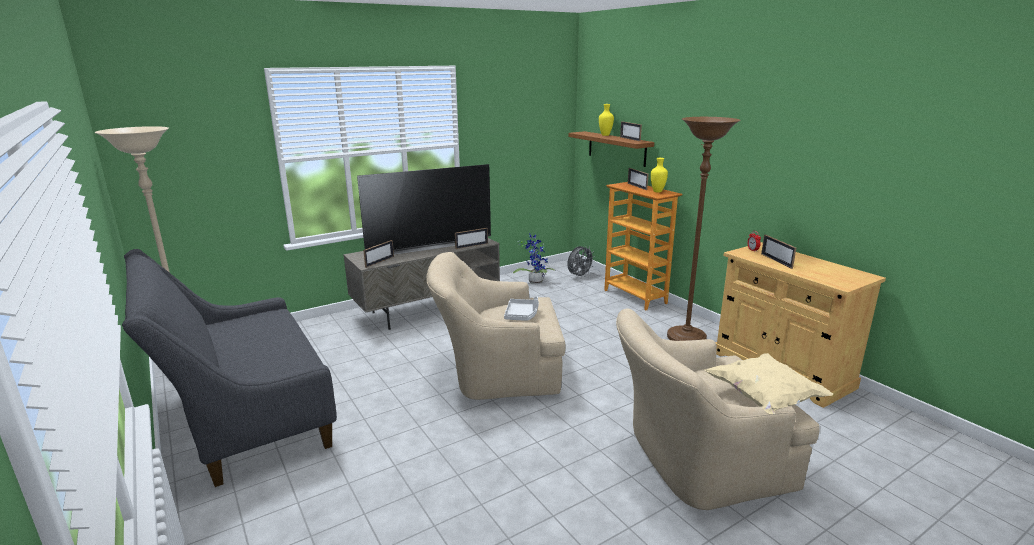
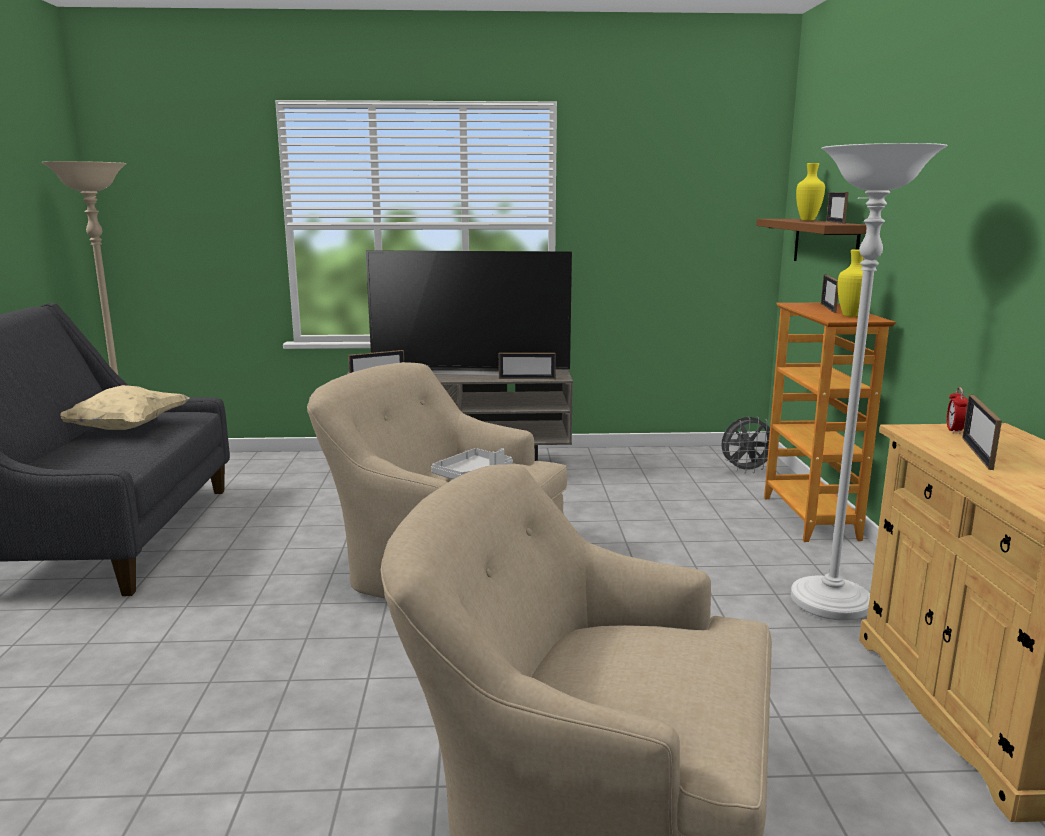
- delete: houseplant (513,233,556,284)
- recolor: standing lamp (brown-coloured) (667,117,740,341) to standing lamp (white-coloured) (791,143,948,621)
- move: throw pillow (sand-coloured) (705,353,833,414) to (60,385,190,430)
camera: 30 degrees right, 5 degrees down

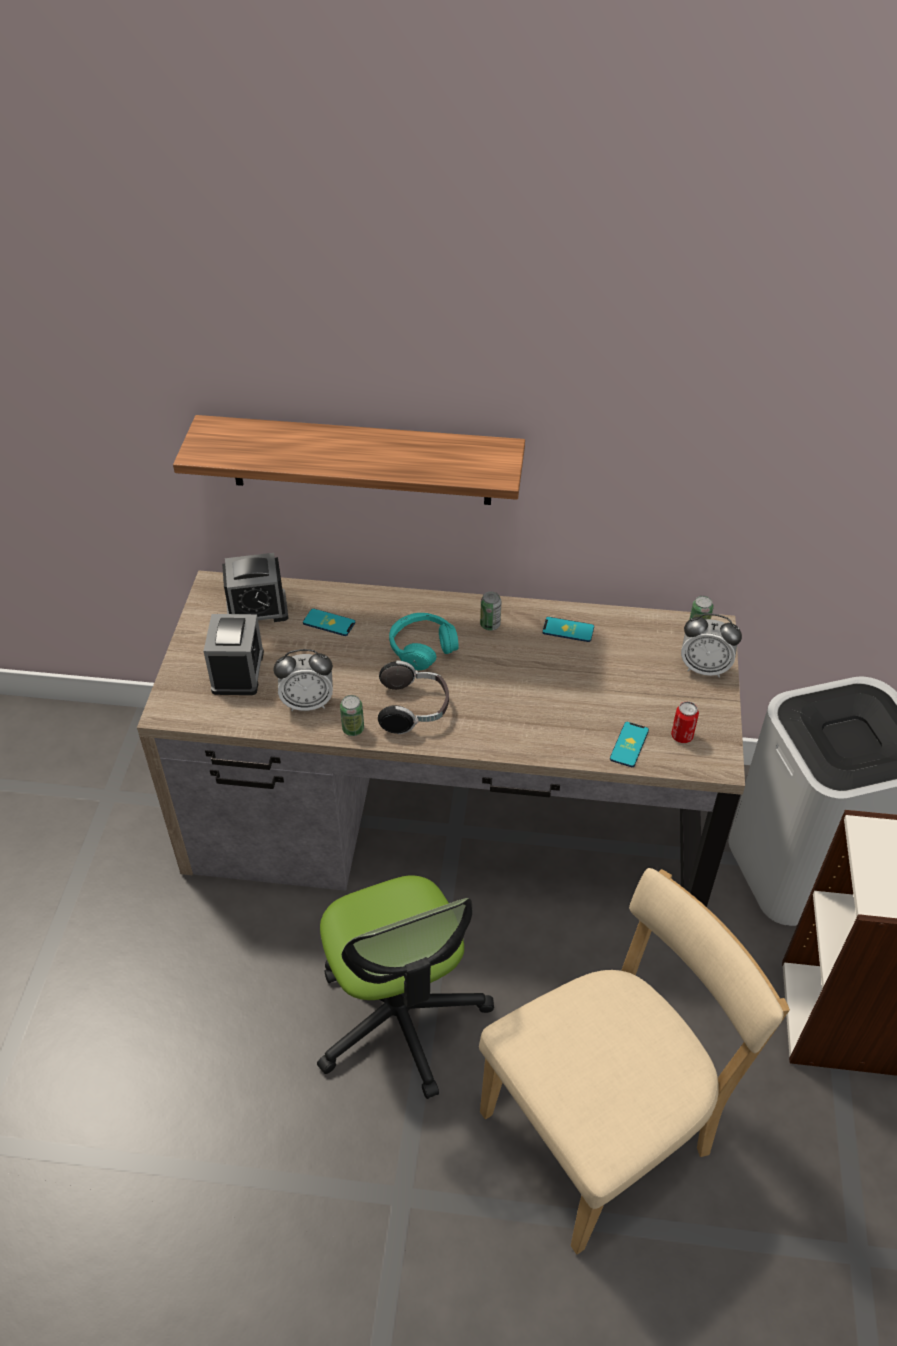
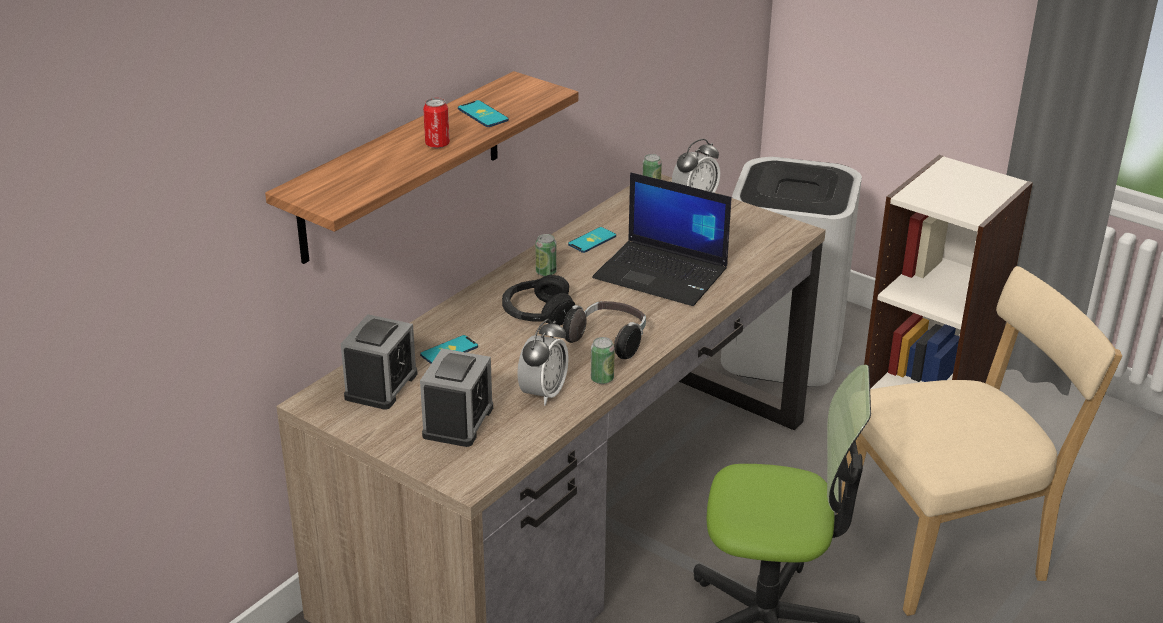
- rotate: alarm clock (204,614,264,695) = (420,349,493,447) 75 degrees clockwise
- recolor: headphones (turquoise-coloured) (389,613,459,670) to headphones (black-coloured) (502,275,575,326)
- rotate: upright chair (sand-coloured) (479,868,790,1254) = (837,266,1122,616) 75 degrees clockwise
- move: handset (610,722,649,767) to (458,100,509,127)
- move: sealed can (671,701,699,743) to (423,98,450,148)
- insert: portable computer (592,172,731,306)
camera: 60 degrees left, 15 degrees down

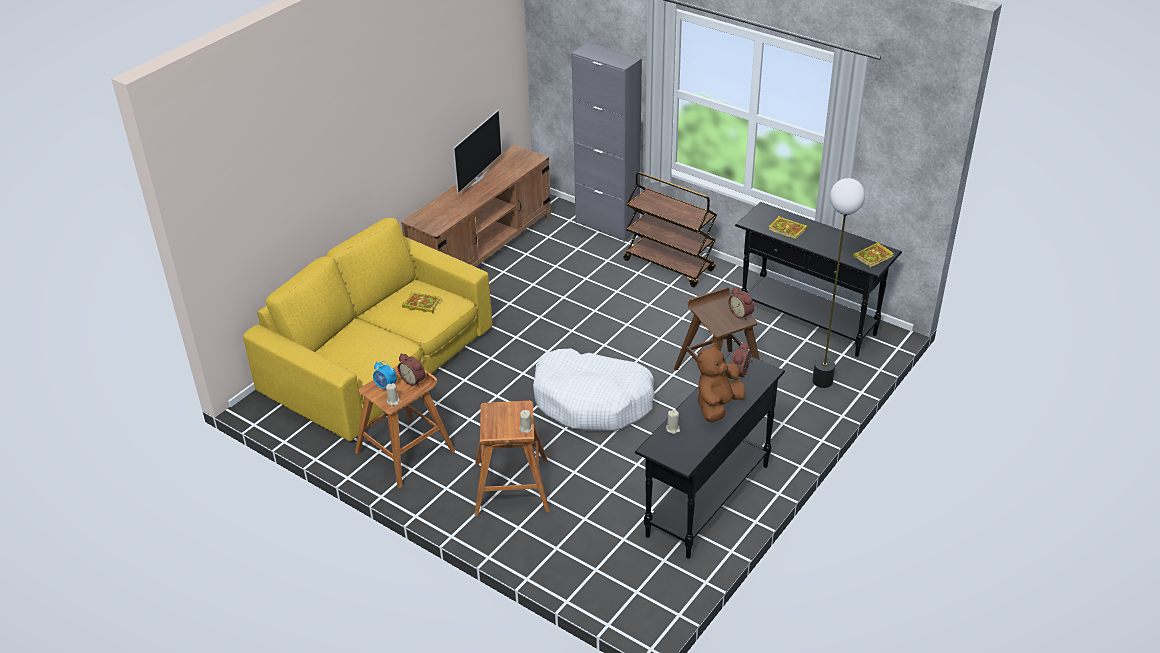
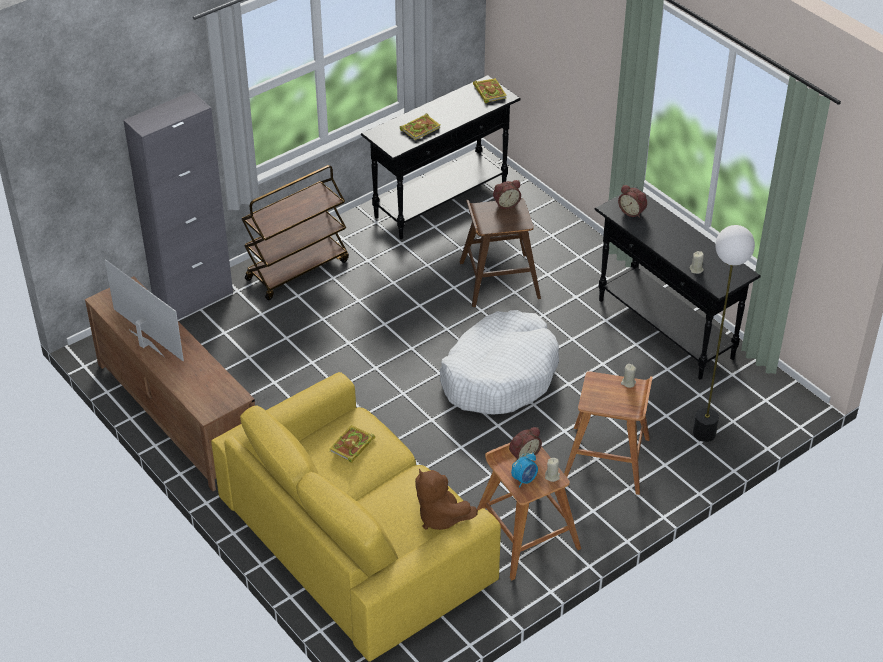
- move: plush toy (brown-coloured) (697,342,745,422) to (415,469,478,530)
- move: standing lamp (812,178,865,388) to (693,225,755,442)
camera: 75 degrees left, 5 degrees up

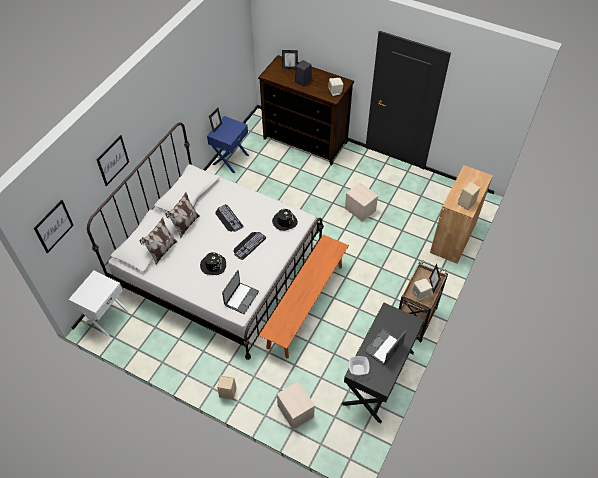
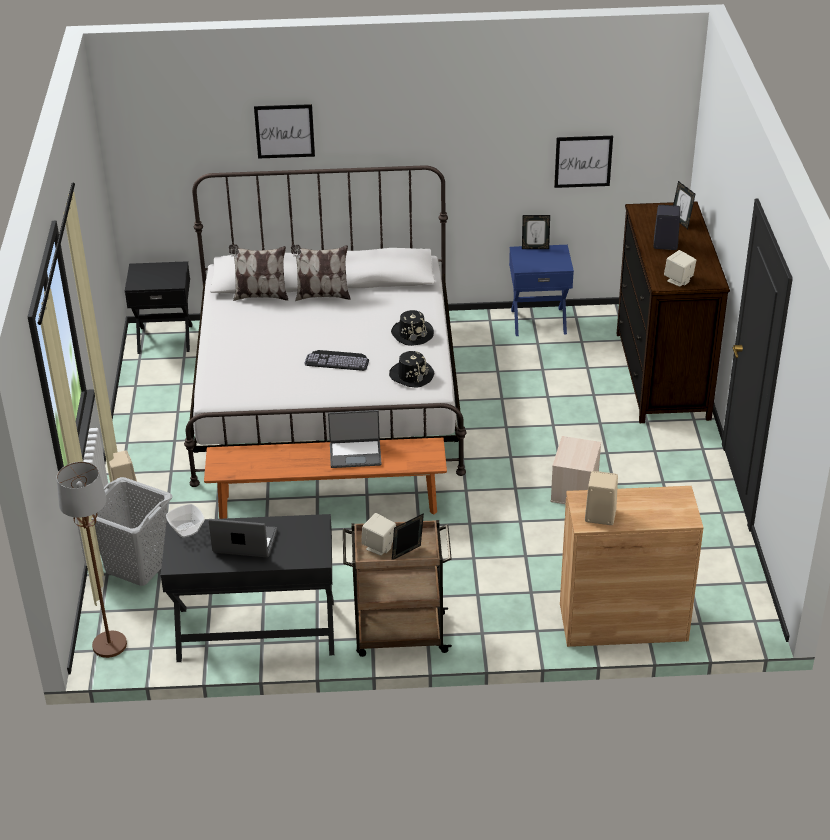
- move: picture (34,200,74,253) to (554,136,613,188)
- recolor: bedside table (white-coloured) (69,271,129,337) to bedside table (black-coloured) (125,261,192,354)
- move: wearable hat (black-coloured) (200,252,226,275) to (391,310,434,346)
- delete: keyboard (216,204,244,232)
- move: portable computer (222,270,259,314) to (328,410,382,468)
- replace: storage container (sand-coloured) (277,381,315,430) to washing basket (gray) (91,477,173,586)
- insert: standing lamp (brown-coloured) (57,462,127,658)
camera: 60 degrees right, 15 degrees down

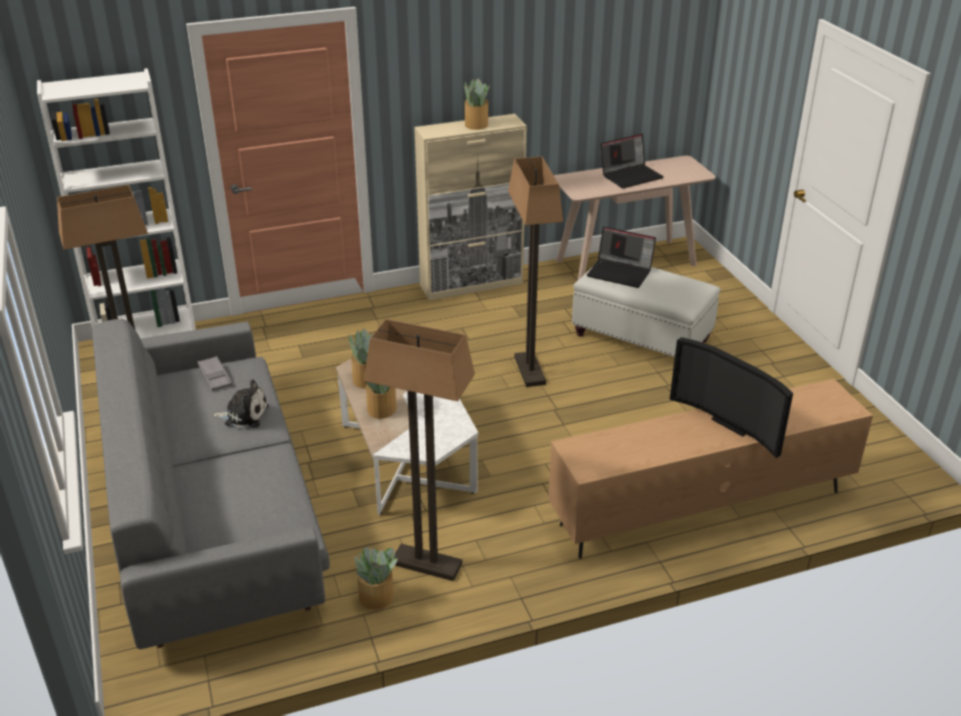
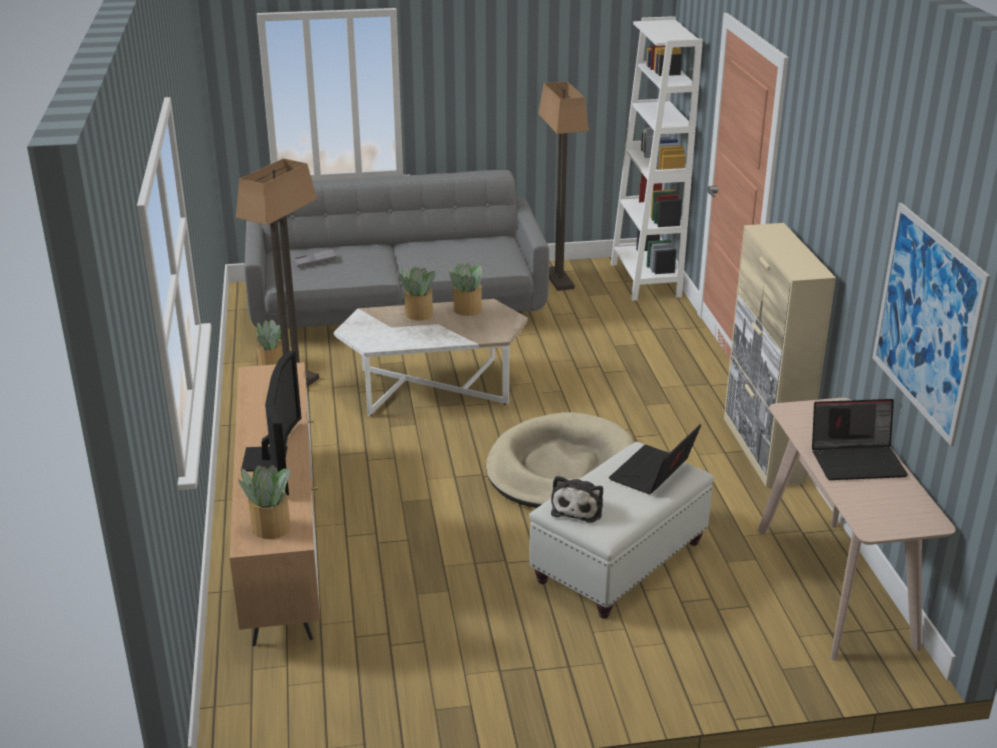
- move: carrying tray (gray) (198,356,232,391) to (294,249,337,267)
- move: plush toy (213,379,269,429) to (551,476,603,523)
- move: houseplant (464,79,490,130) to (239,465,291,539)
- replace: standing lamp (508,156,563,387) to dog bed (sand-coloured) (486,412,634,508)
- rotate: portable computer (601,134,664,188) = (812,399,908,480) 75 degrees counterclockwise
- rotate: TV (670,337,793,458) = (241,351,301,495) 120 degrees clockwise
- insert: picture (872,203,990,446)
camera: 100 degrees right, 5 degrees down

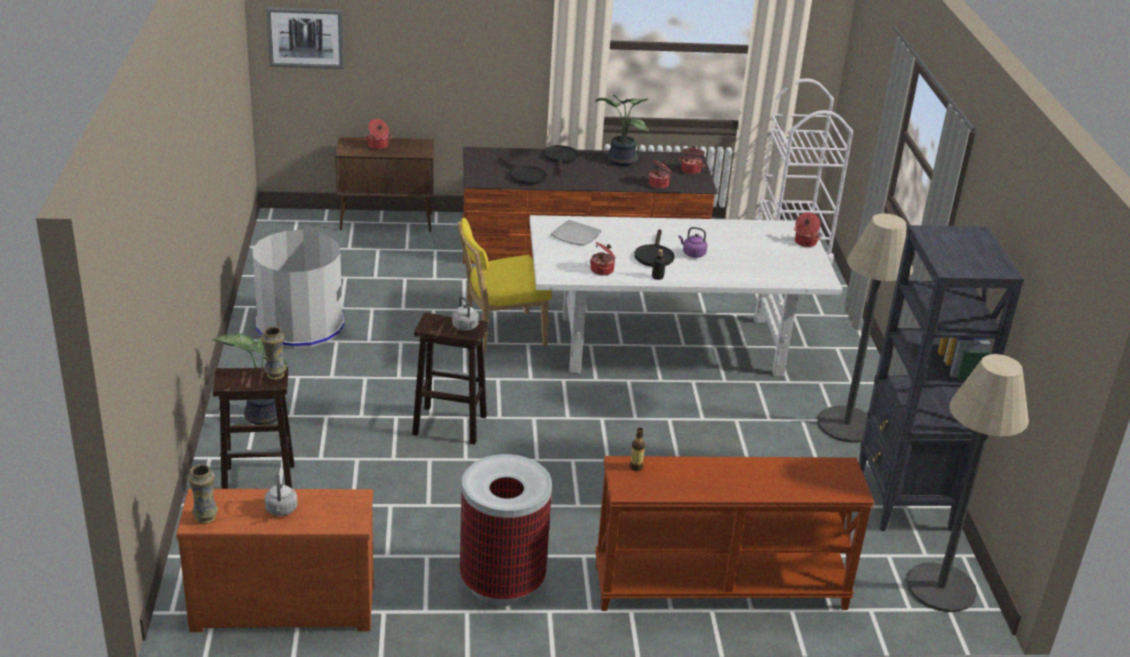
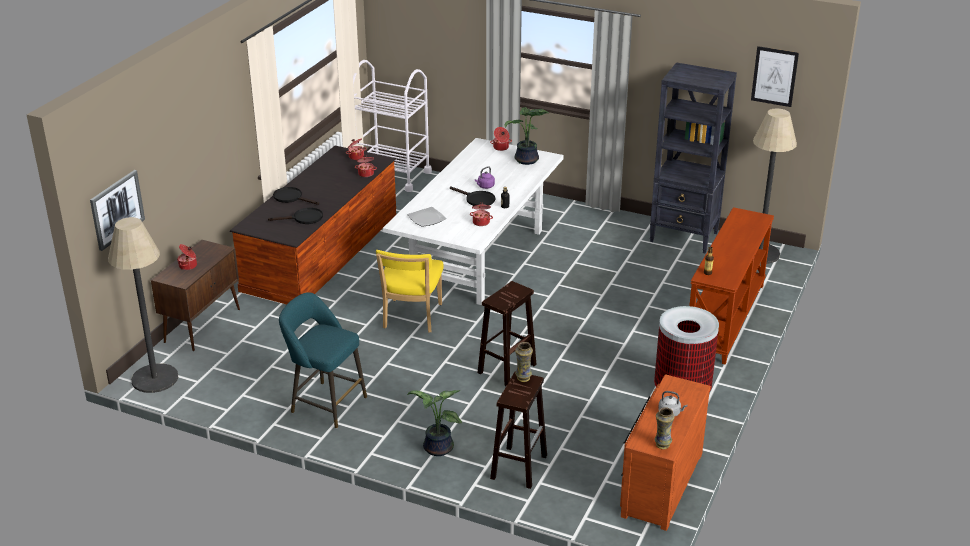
- replace: waste bin (gray) (253,230,345,349) to stool seat (turquoise-coloured) (279,292,367,428)
- delete: kettle (gray) (452,296,479,331)
- move: houseplant (595,95,649,166) to (504,107,549,165)
- move: standing lamp (818,214,913,443) to (108,217,178,393)
- insert: picture (751,46,799,107)
camera: 60 degrees left, 0 degrees up

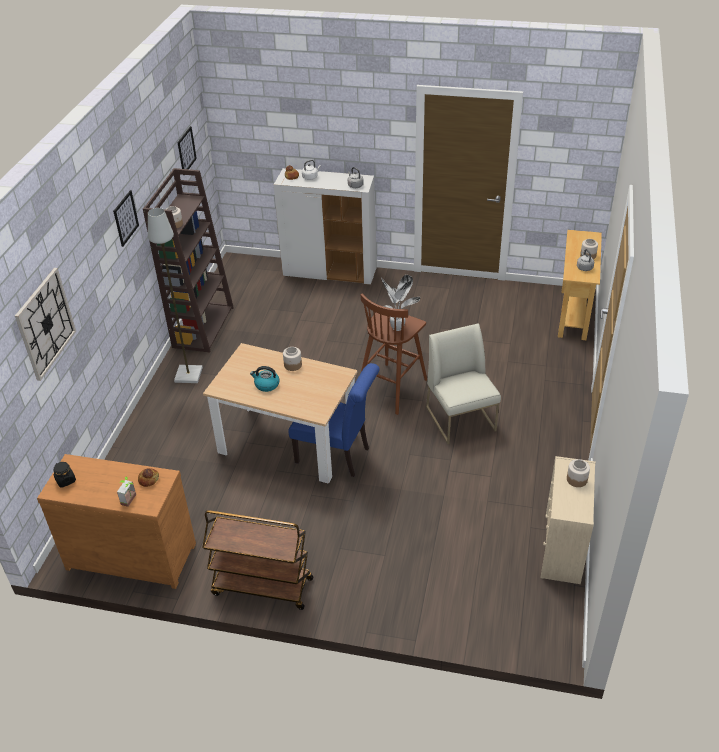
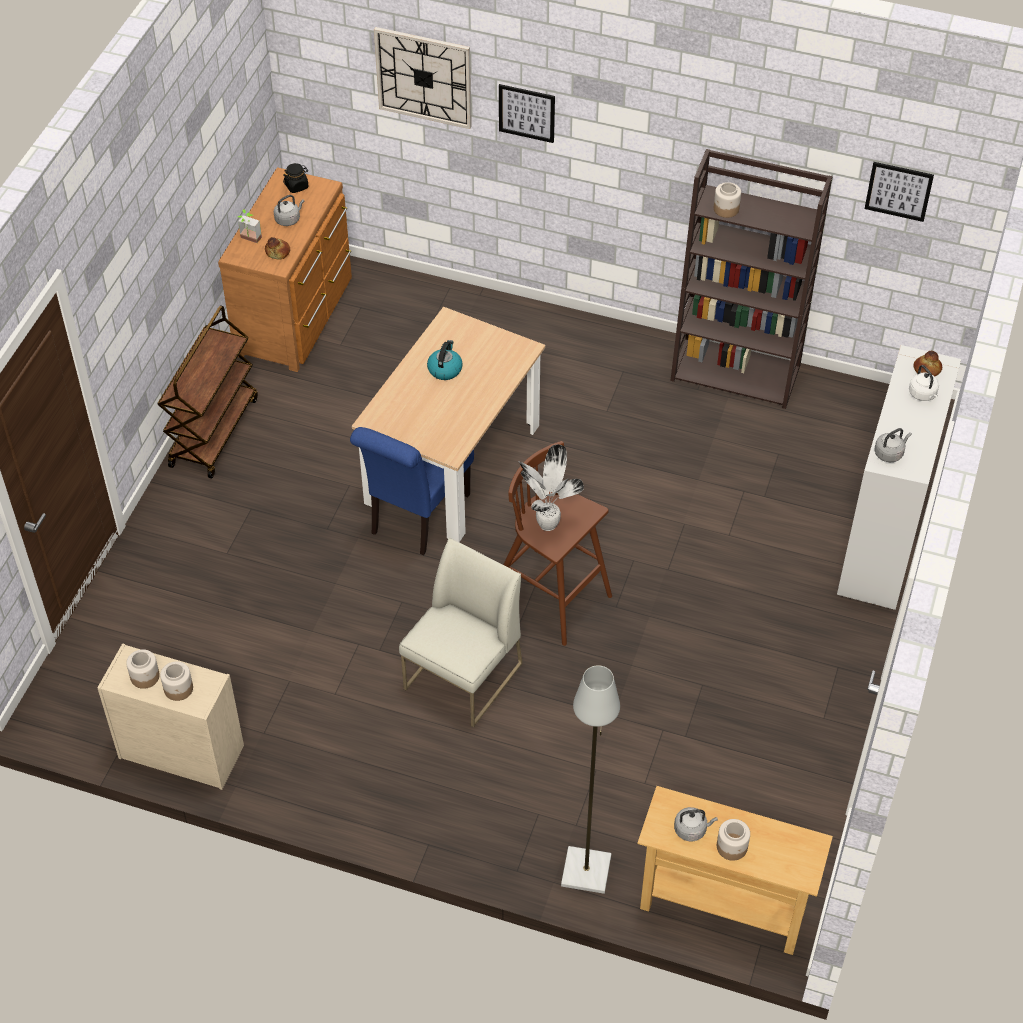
- move: picture (113,190,139,247) to (499,84,555,143)
- move: standing lamp (gray) (148,208,203,383) to (561,665,620,894)
- move: storage jar (283,347,302,371) to (126,649,160,689)
- rotate: upright chair (white-coloured) (426,323,501,444) = (399,538,523,727) 45 degrees counterclockwise
- insert: kettle (gray) (274,195,304,226)
camera: 95 degrees right, 10 degrees up

